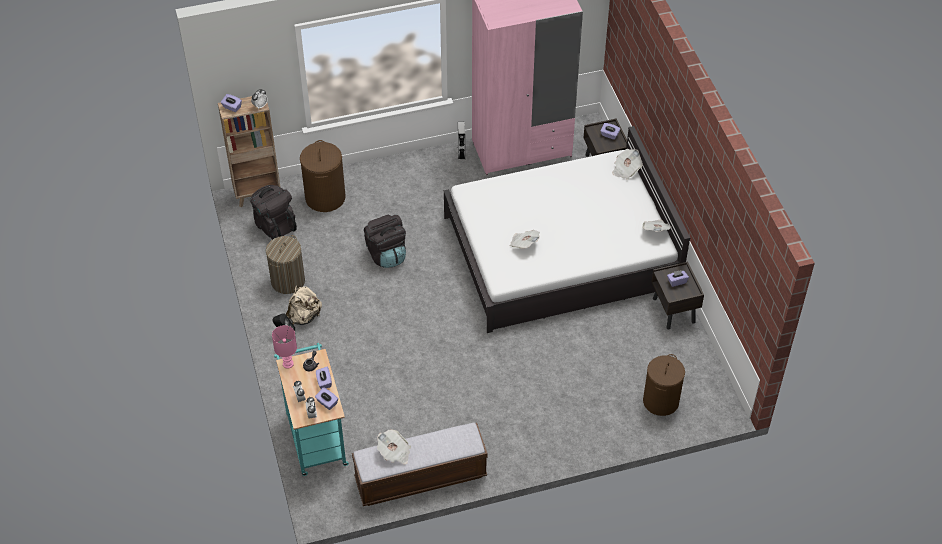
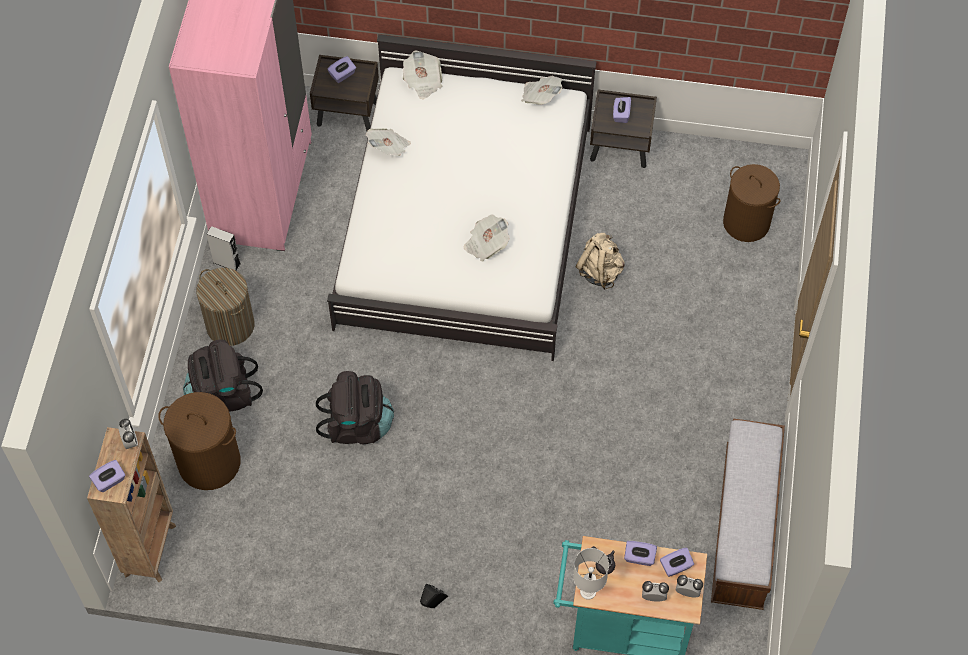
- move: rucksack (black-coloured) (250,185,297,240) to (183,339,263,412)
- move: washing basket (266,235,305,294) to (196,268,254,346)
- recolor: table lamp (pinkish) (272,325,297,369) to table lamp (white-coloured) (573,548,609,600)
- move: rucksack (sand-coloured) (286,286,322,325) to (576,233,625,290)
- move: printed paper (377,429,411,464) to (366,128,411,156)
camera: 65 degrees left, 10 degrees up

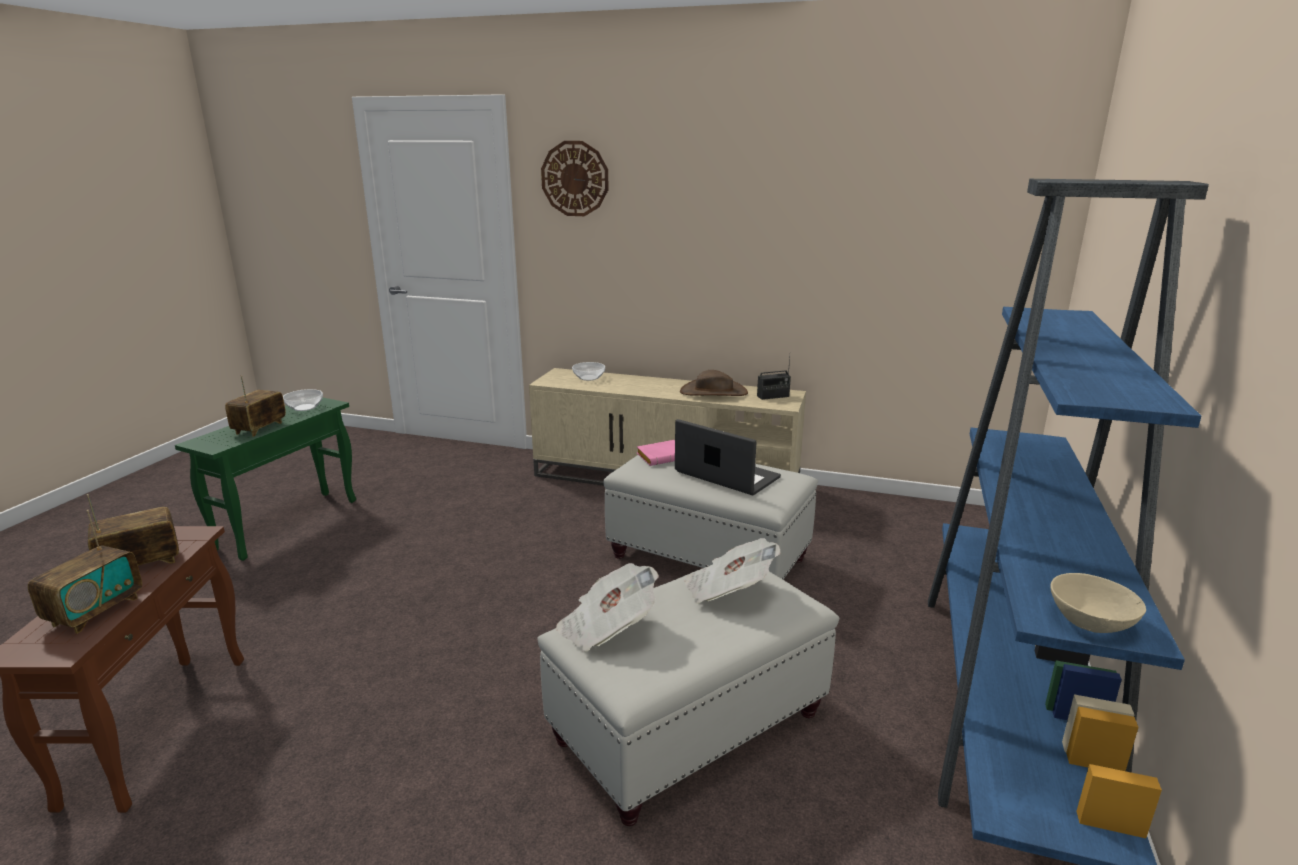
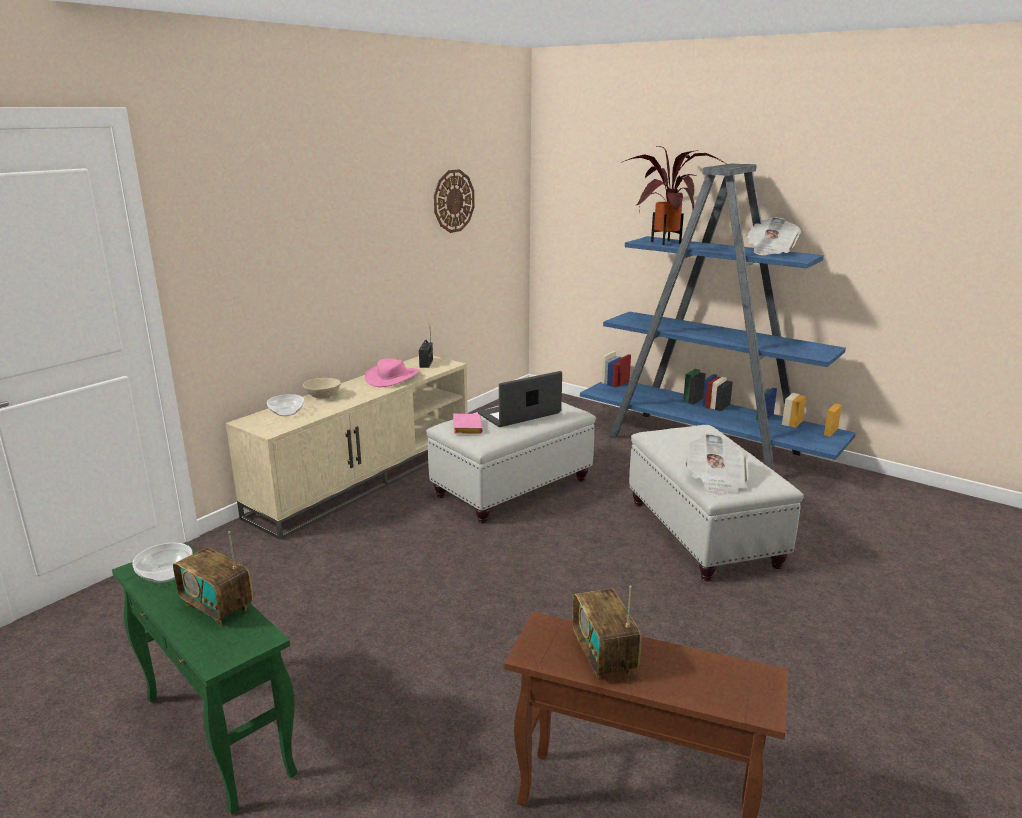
- delete: radio set (28,510,142,634)
- move: hanging clock (541,141,609,216) to (434,169,475,233)
- recolor: wearable hat (brown-coloured) (680,370,748,396) to wearable hat (pinkish) (365,358,420,387)
- move: printed paper (684,538,781,604) to (747,217,801,255)
- move: deep dish (sand-coloured) (1050,573,1146,633) to (303,378,341,399)
- insert: houseplant (622,146,728,245)
camera: 70 degrees left, 0 degrees up

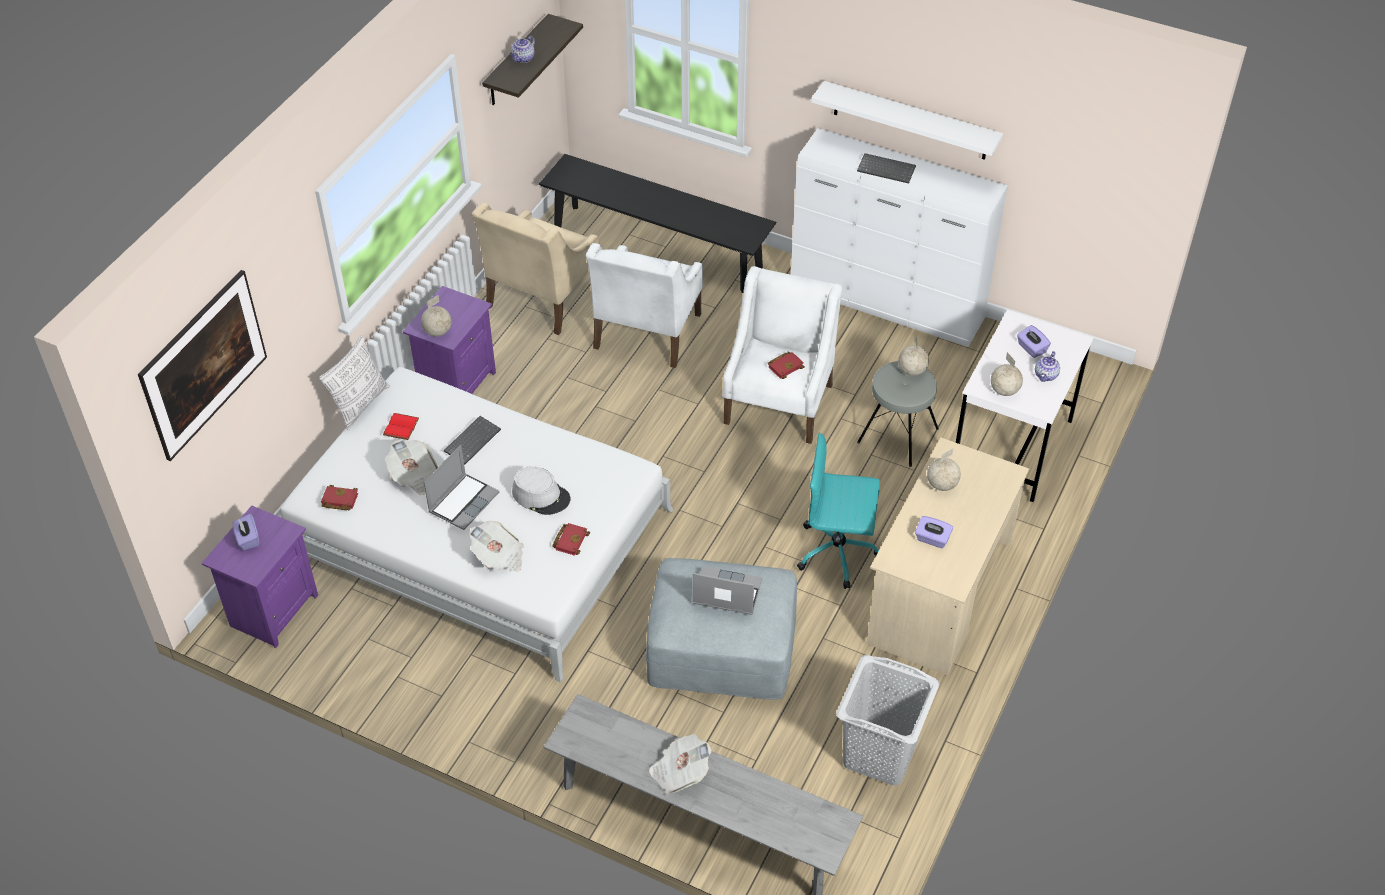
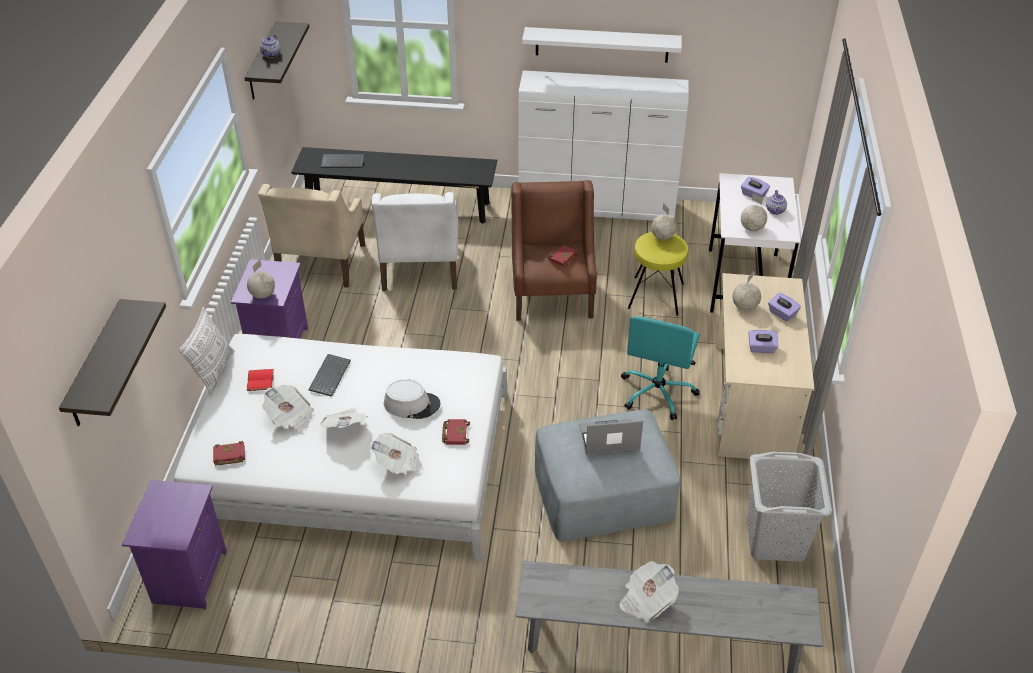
- replace: picture (138,270,267,461) to wall shelf (59,299,166,426)
- move: box of tissues (purple-coloured) (232,514,259,550) to (768,293,801,322)
- replace: portable computer (424,445,499,530) to printed paper (320,408,368,428)
- recolor: armchair (white-coloured) (722,266,842,444) to armchair (brown-coloured) (511,180,597,321)
- rotate: desk chair (turquoise-coloured) (797,433,880,589) = (621,317,700,420) 60 degrees counterclockwise
- move: keyboard (857,153,916,183) to (321,154,364,168)
- recolor: stool seat (gray) (857,361,939,467) to stool seat (yellowish) (628,232,688,316)
camera: 20 degrees left, 5 degrees down

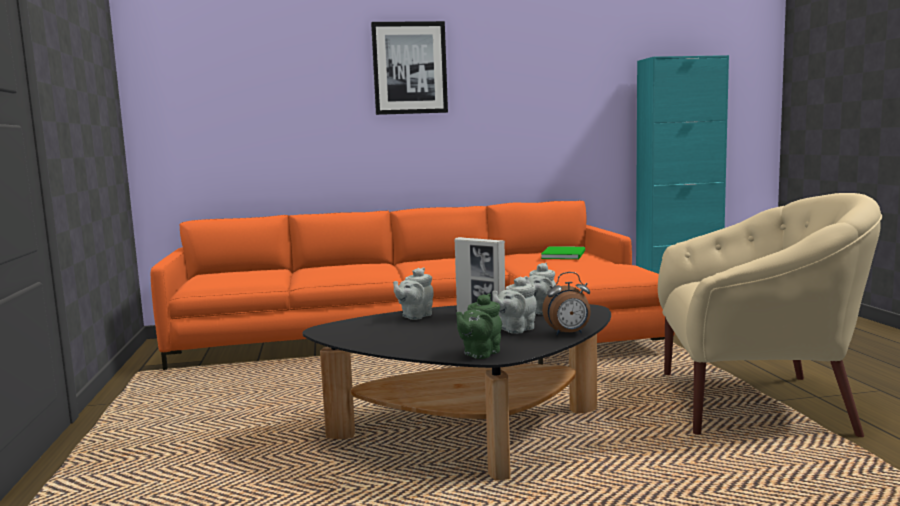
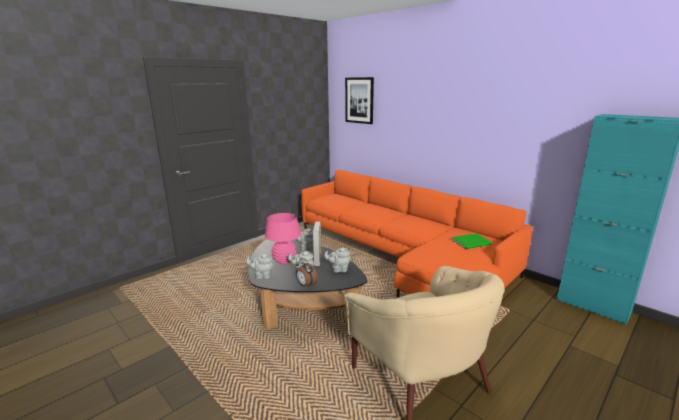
- move: picture (371,21,448,115) to (345,77,374,124)
- recolor: teapot (green) (456,293,502,359) to teapot (gray) (246,253,274,279)
- insert: table lamp (pinkish) (265,213,301,264)
camera: 55 degrees right, 10 degrees up

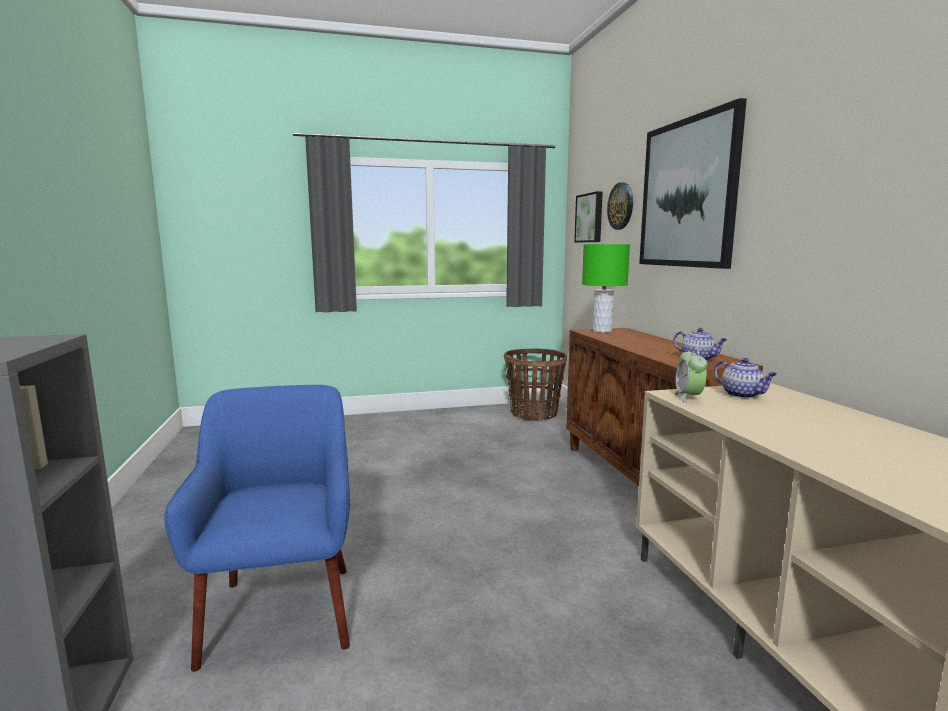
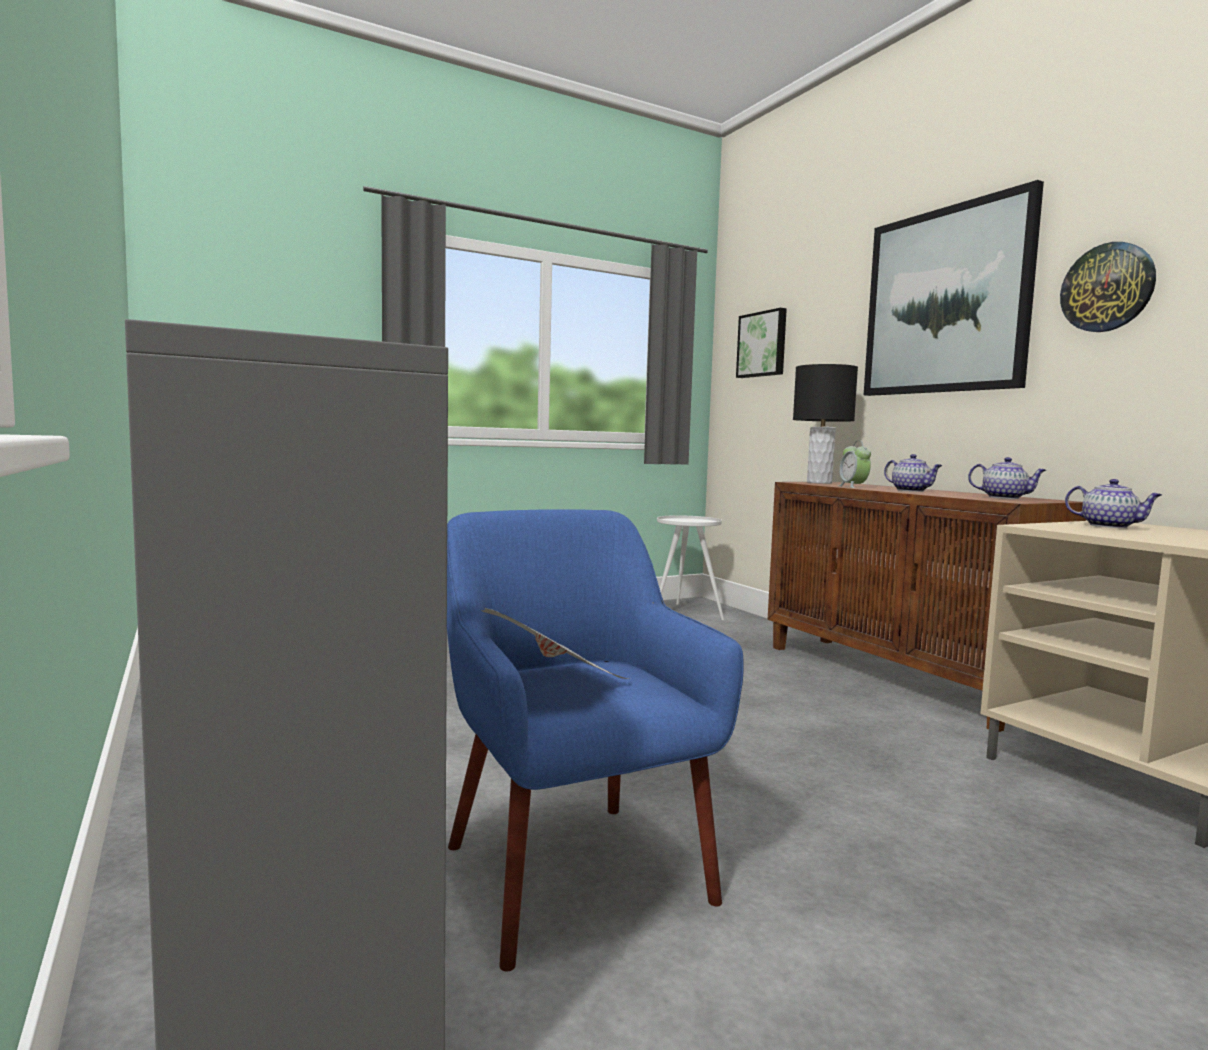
- replace: basket (504,349,567,421) to accent table (white-coloured) (657,515,724,620)
- recolor: table lamp (green) (582,244,630,333) to table lamp (black-coloured) (793,364,858,484)
- move: hanging clock (607,182,633,230) to (1060,242,1156,332)
- move: alarm clock (673,347,707,403) to (839,441,871,488)
- insert: printed paper (481,608,630,679)
- insert: teapot (884,454,942,492)
camera: 15 degrees left, 5 degrees down

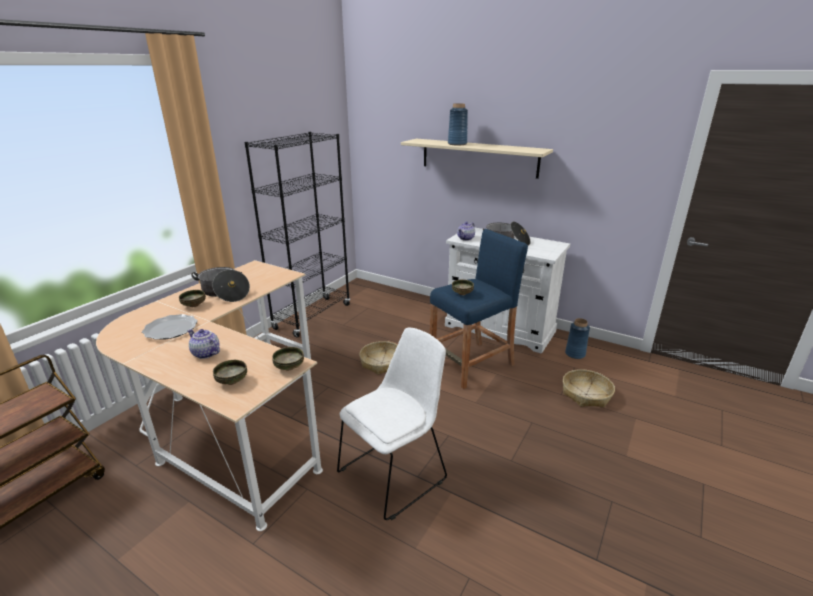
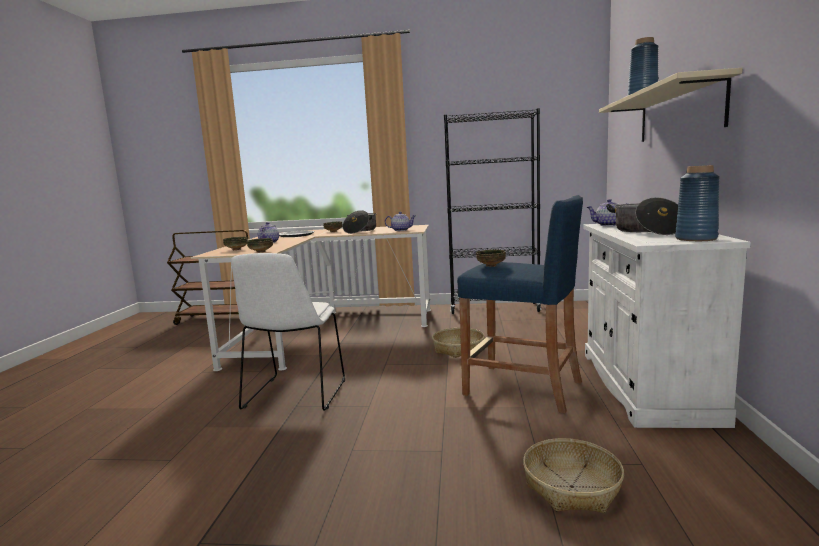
- rotate: upright chair (white-coloured) (337,328,447,520) = (231,253,345,411) 75 degrees clockwise
- move: flower vase (blue-coloured) (565,318,590,359) to (675,165,720,241)
- insert: teapot (385,212,415,231)
camera: 65 degrees right, 15 degrees down

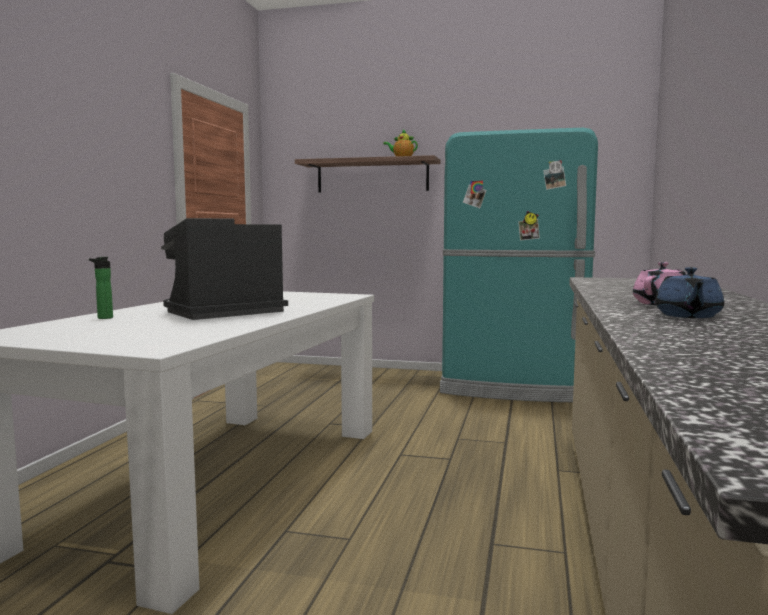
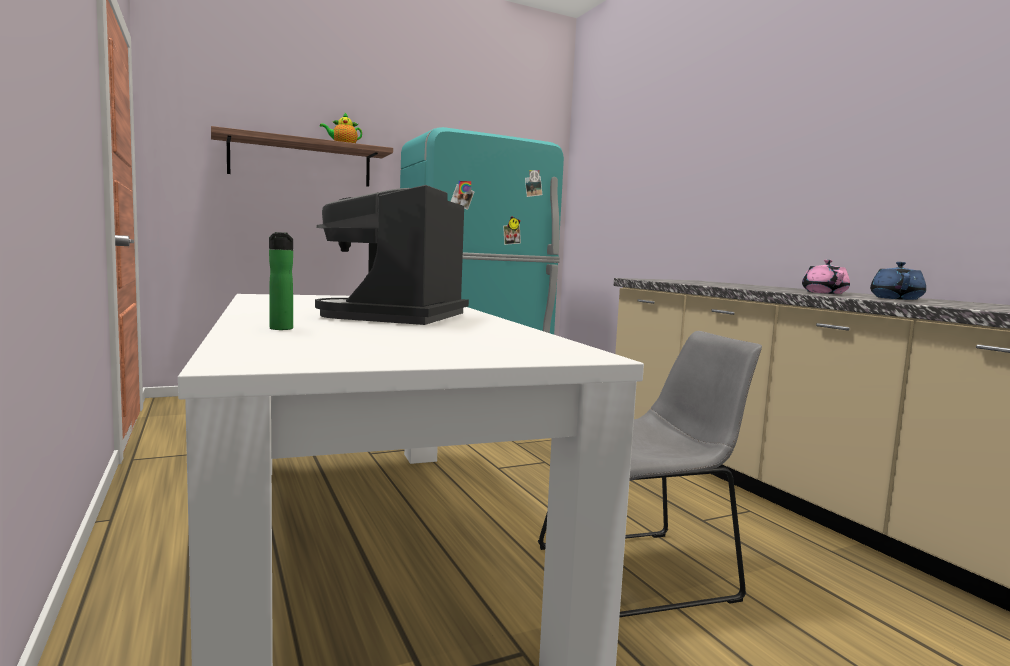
- rotate: teapot (blue-coloured) (655,267,724,318) = (870,262,926,300) 135 degrees counterclockwise
- insert: upright chair (gray) (538,331,762,617)
camera: 40 degrees left, 0 degrees up

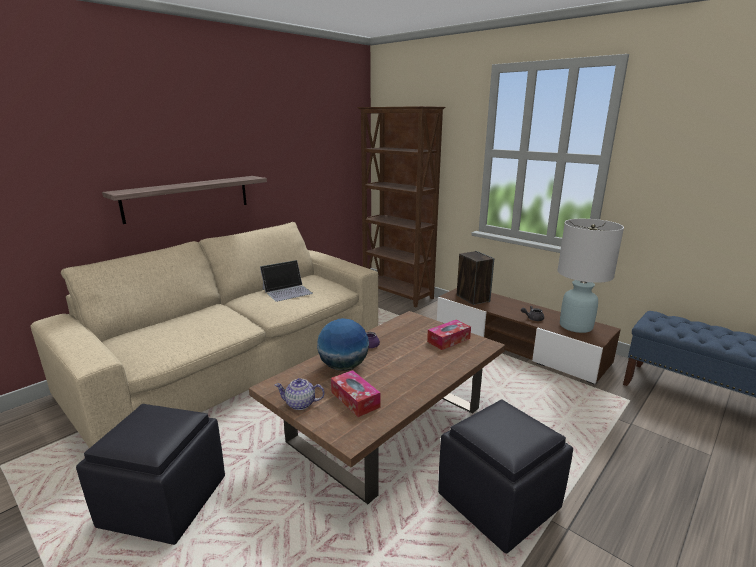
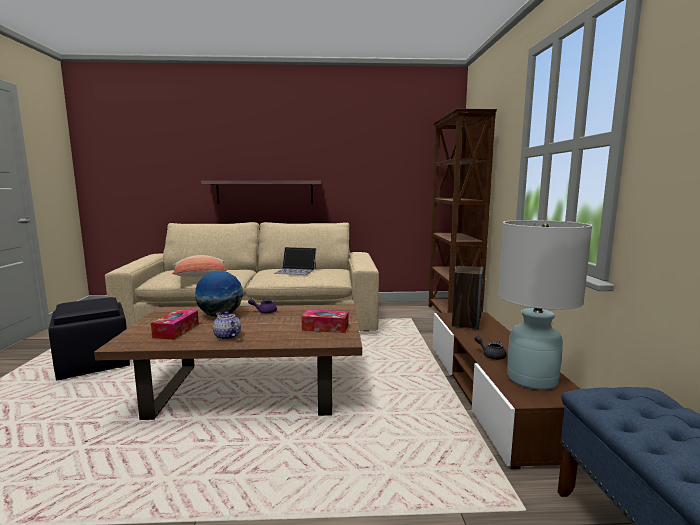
- move: teapot (275,378,325,410) to (213,311,241,340)
- delete: pouffe (black-coloured) (438,400,573,553)
- insert: throw pillow (172,255,227,277)
camera: 45 degrees right, 10 degrees down

